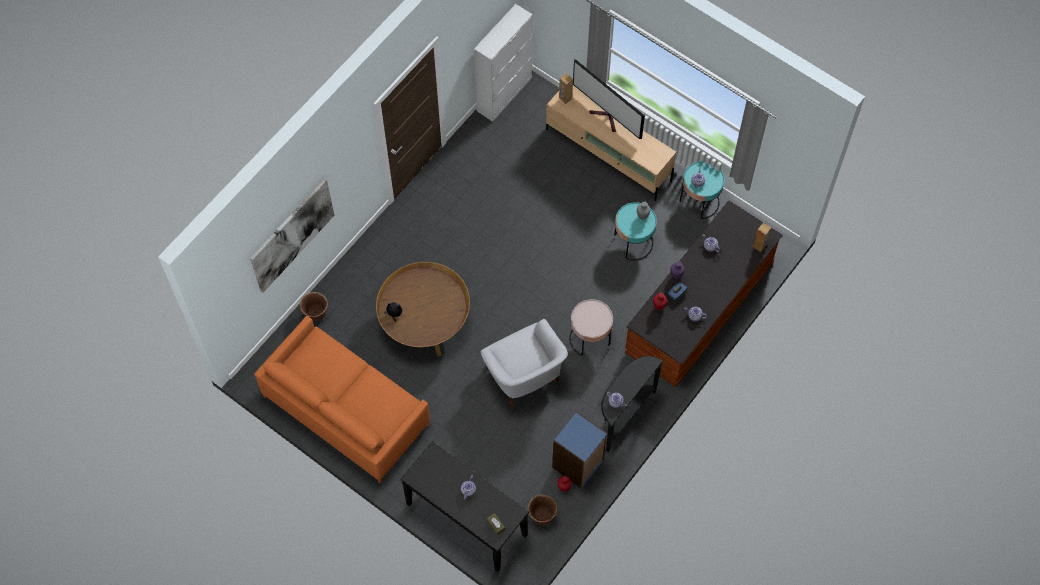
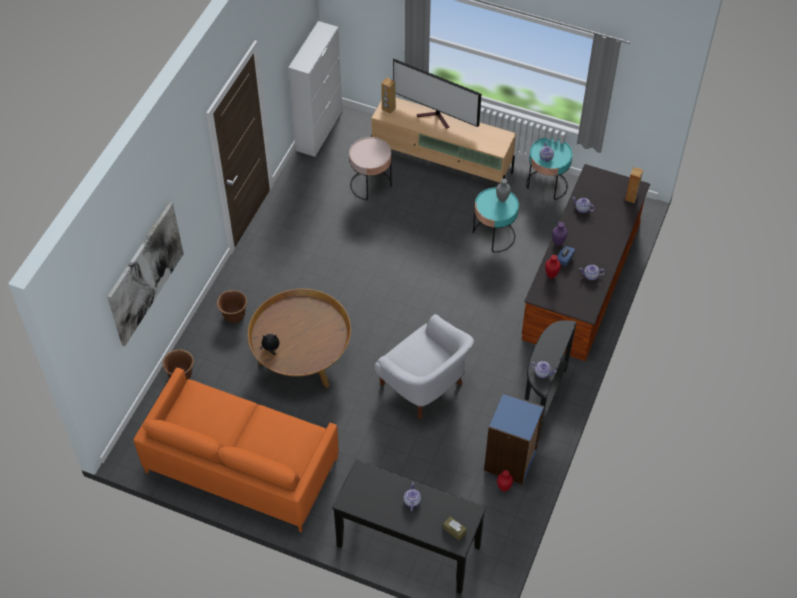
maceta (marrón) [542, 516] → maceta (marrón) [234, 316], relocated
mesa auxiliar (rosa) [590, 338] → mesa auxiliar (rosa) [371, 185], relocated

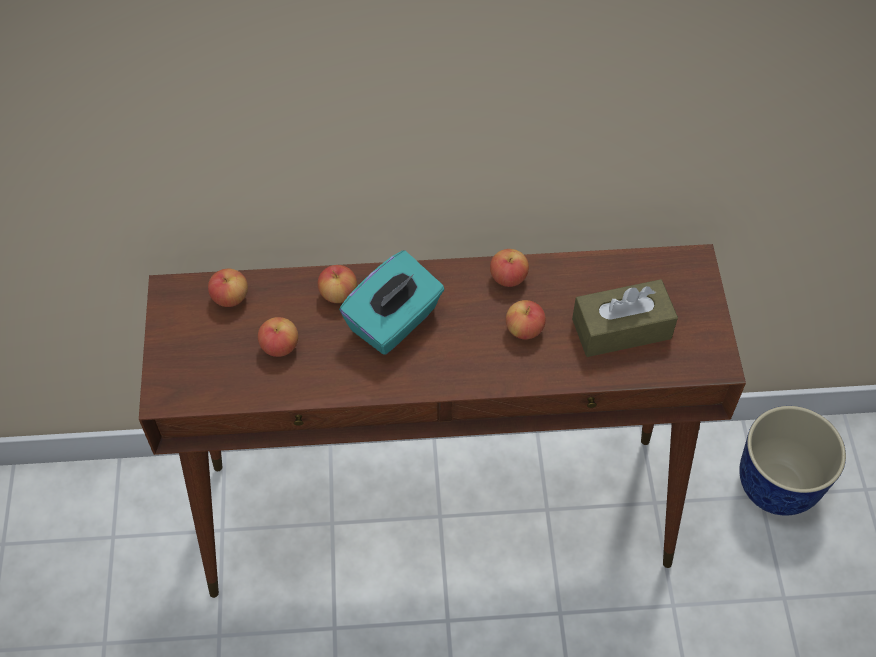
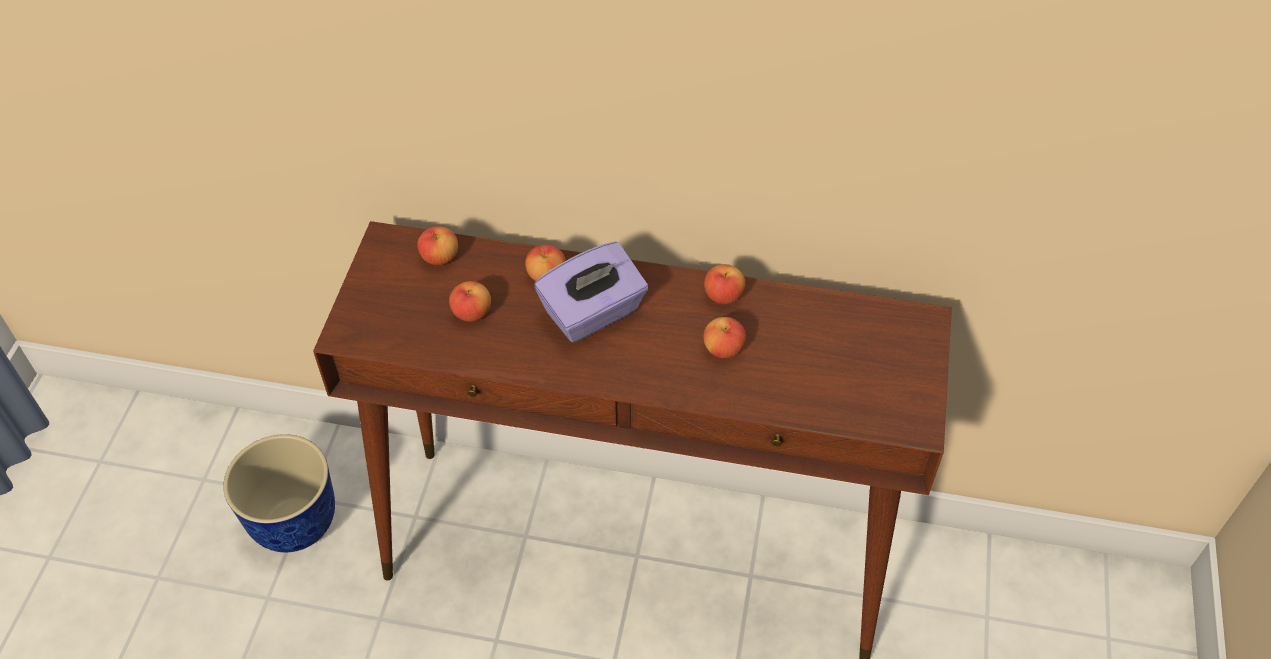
caja de pañuelos (marrón) [621, 329] → -
maceta [776, 487] → maceta [294, 524], relocated
caja de pañuelos (turquesa) [394, 321] → caja de pañuelos (morado) [593, 313]

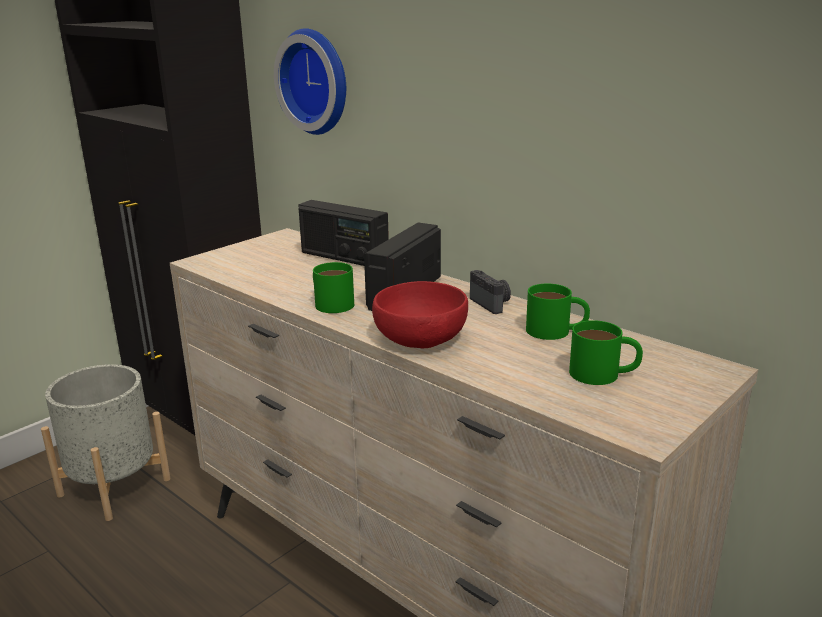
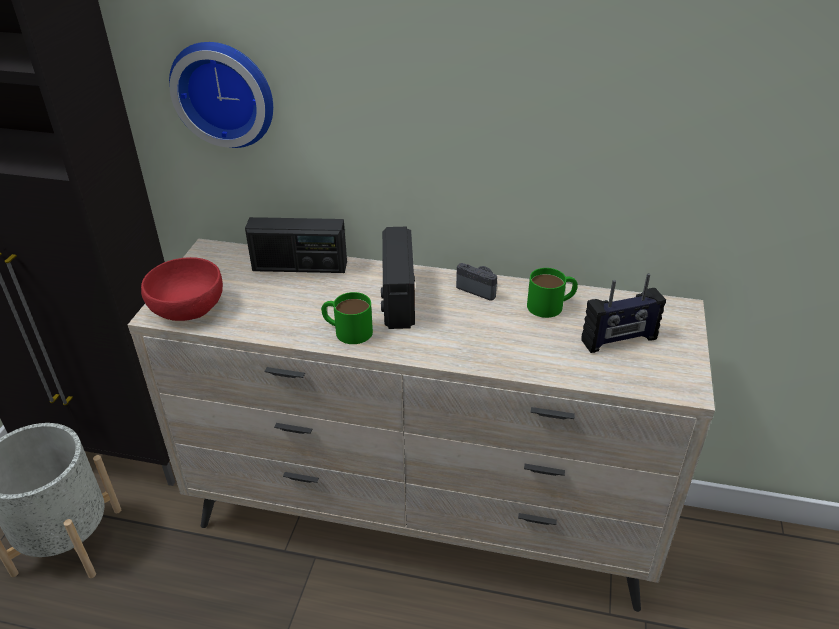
cuenco (rojo) [421, 337] → cuenco (rojo) [188, 306], relocated
taza grande (verde) [604, 374] → radio [619, 340]

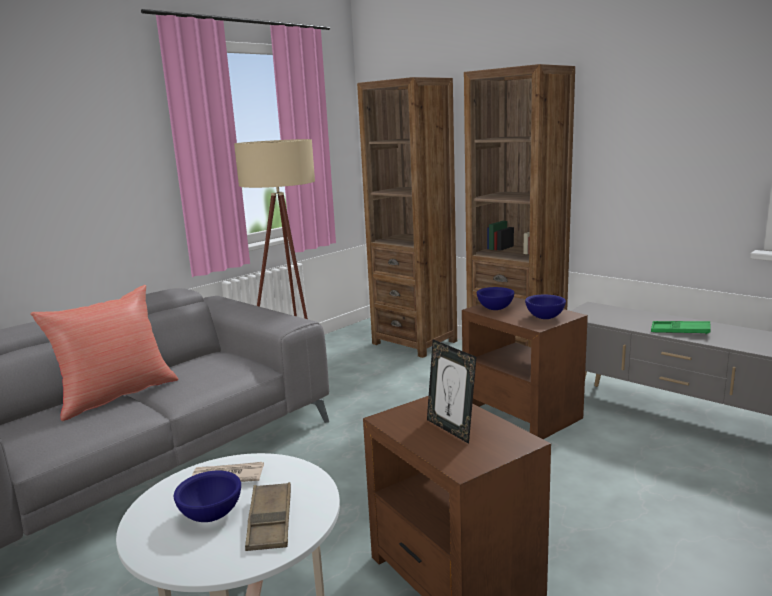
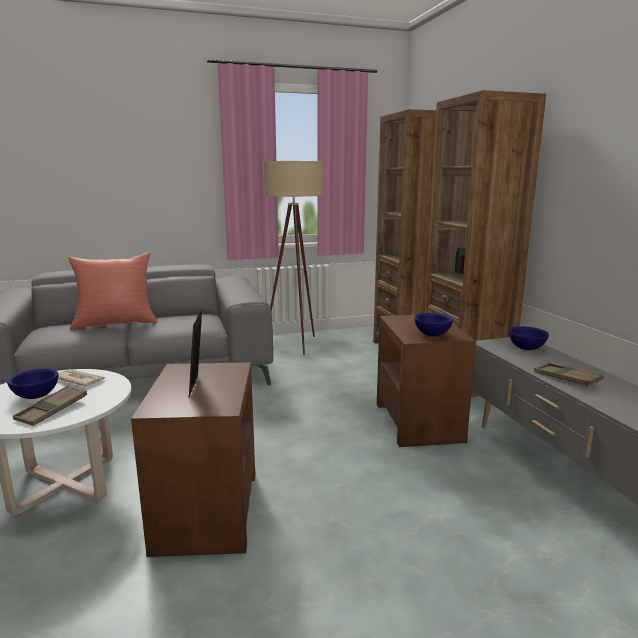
cuenco (azul) [495, 308] → cuenco (azul) [526, 348], relocated
bandeja (verde) [680, 331] → bandeja (marrón) [566, 378]

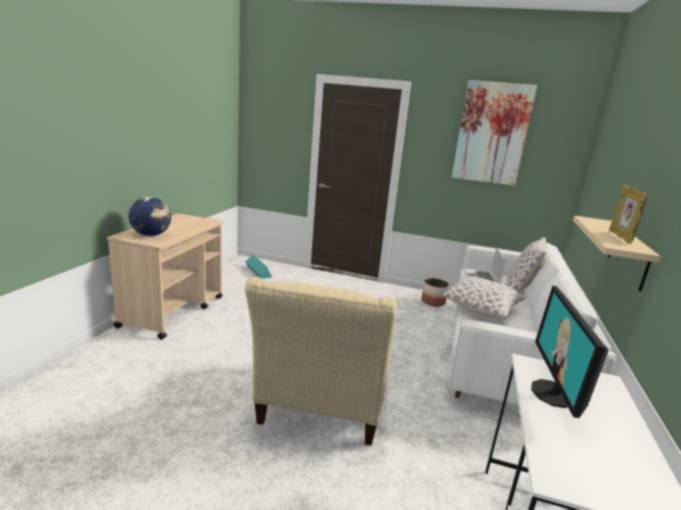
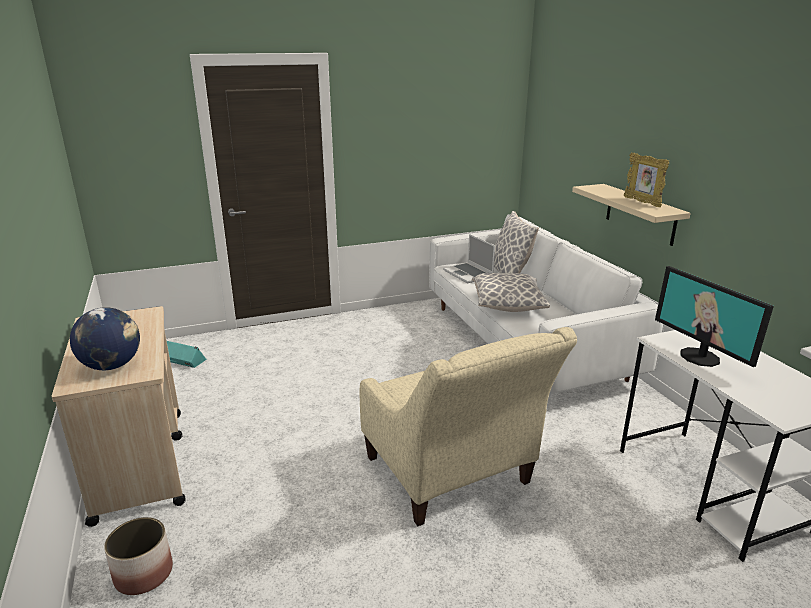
cuadro [492, 133] → -
maceta [433, 302] → maceta [144, 573], relocated

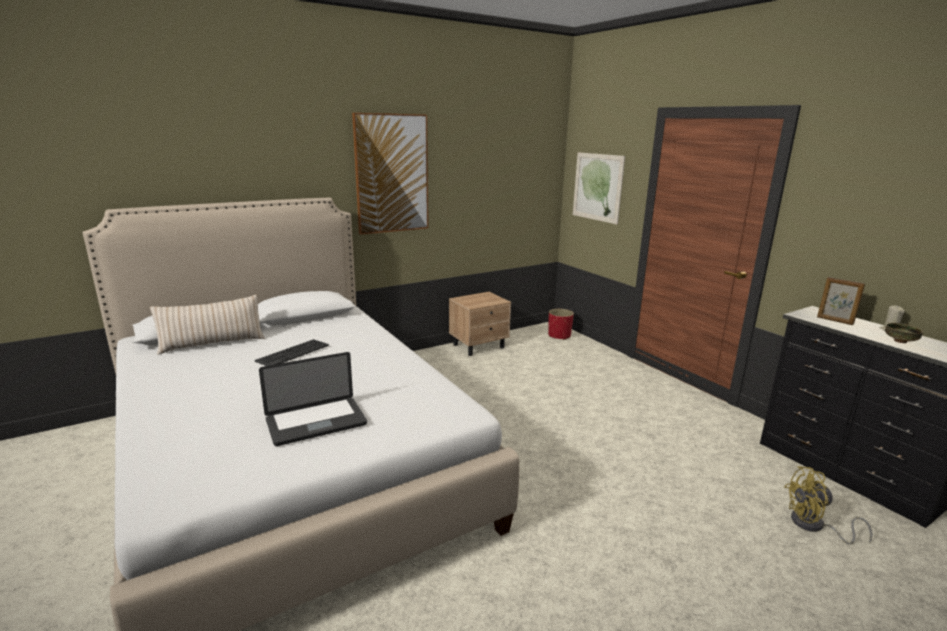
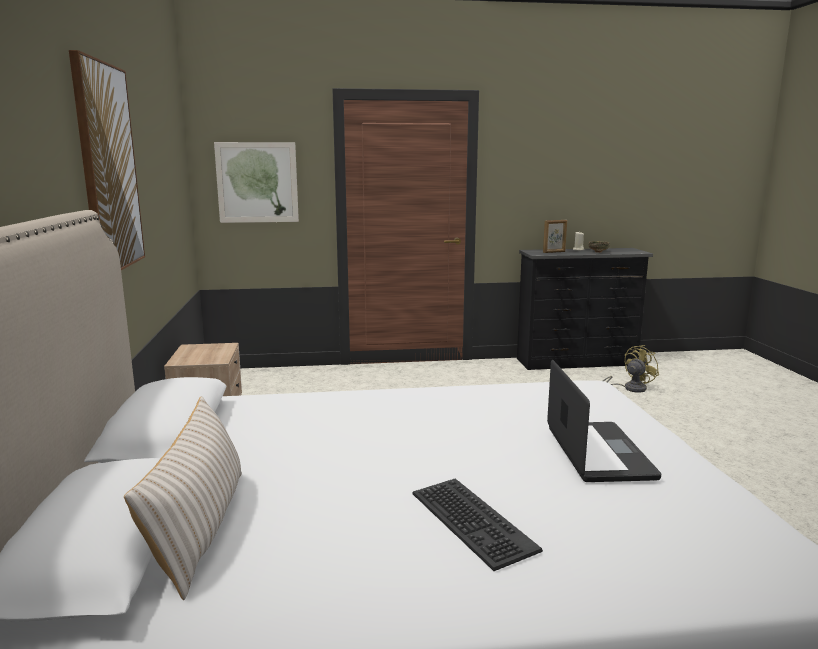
maceta (rojo) [559, 336] → -
teclado [292, 353] → teclado [470, 522], relocated
ventilador (amarillo) [814, 526] → ventilador (amarillo) [630, 388], 150 degrees counterclockwise

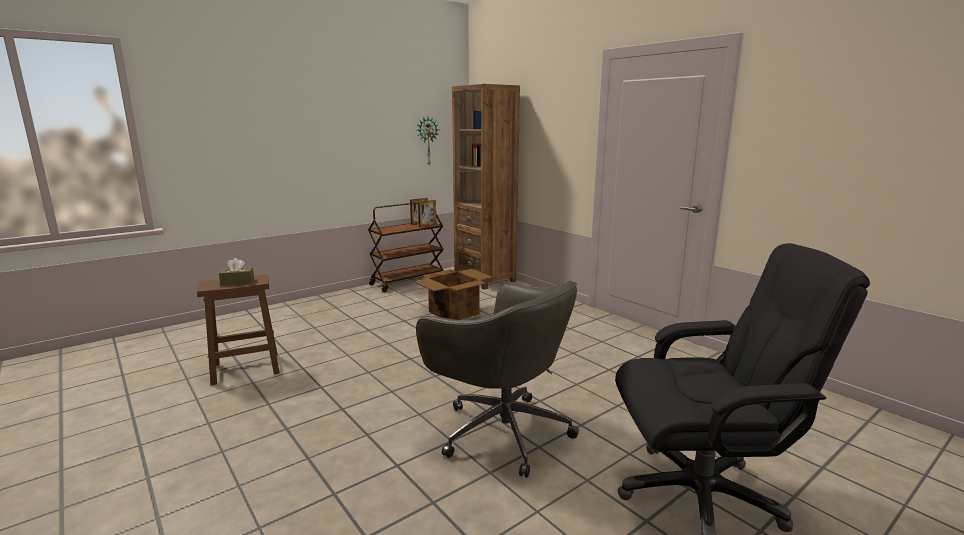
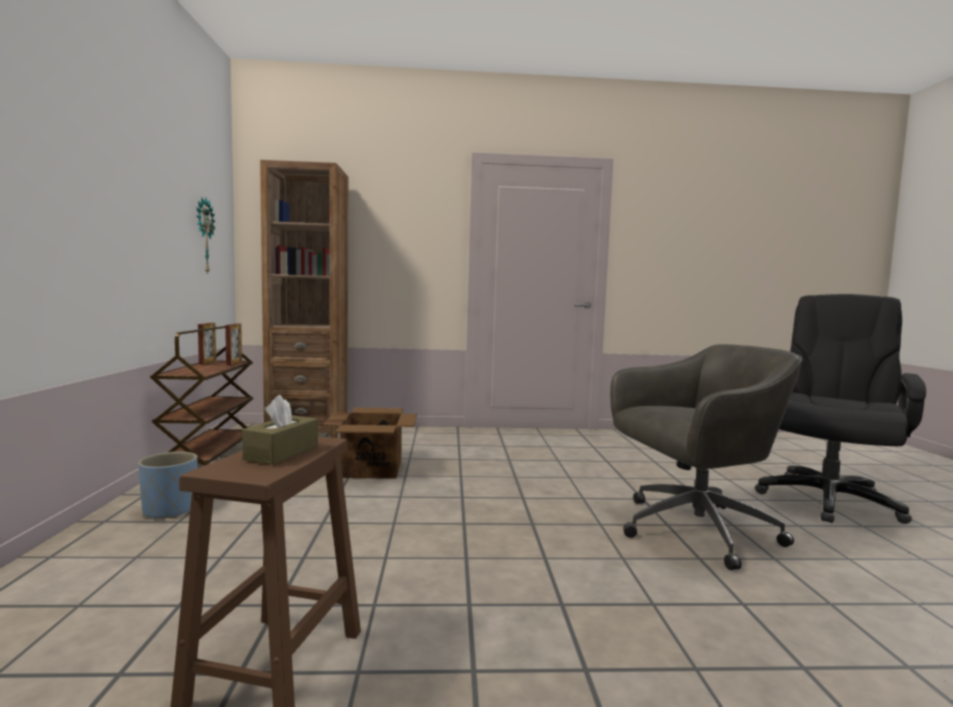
- → maceta (azul) [170, 510]

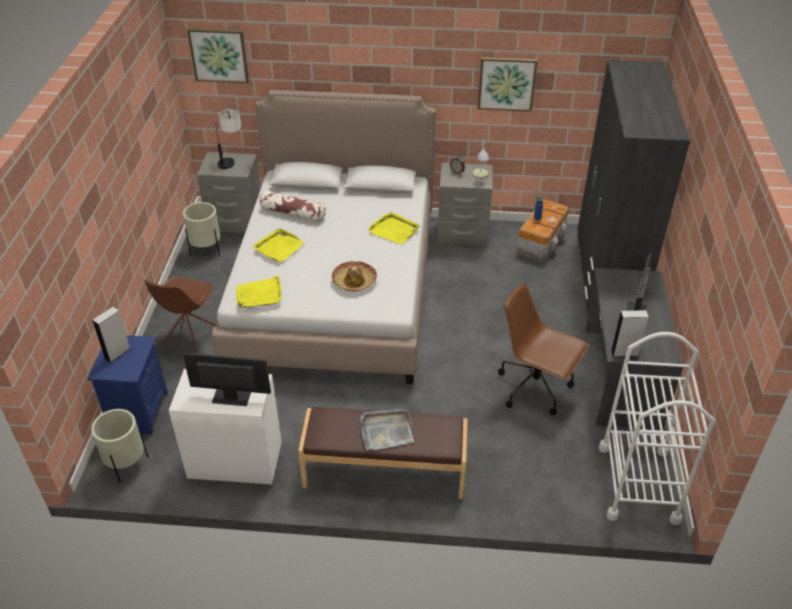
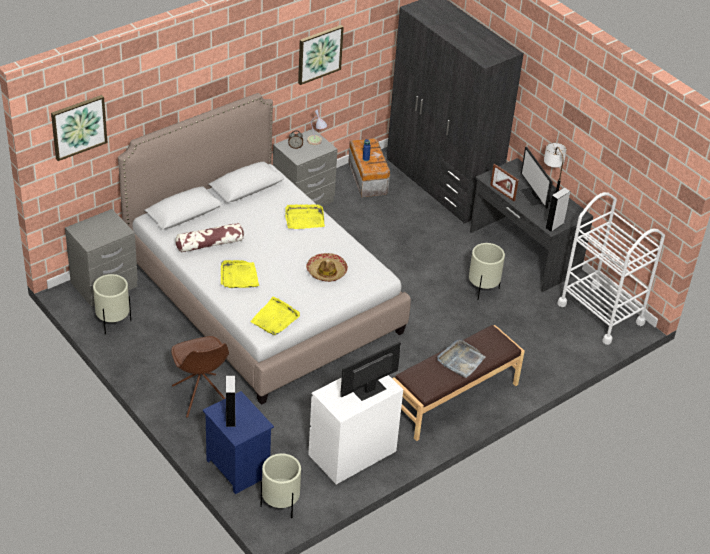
- → portarretratos [502, 193]
lámpara de mesa [231, 160] → lámpara de mesa [550, 192], relocated
silla de oficina (marrón) [535, 388] → maceta (beis) [482, 289]

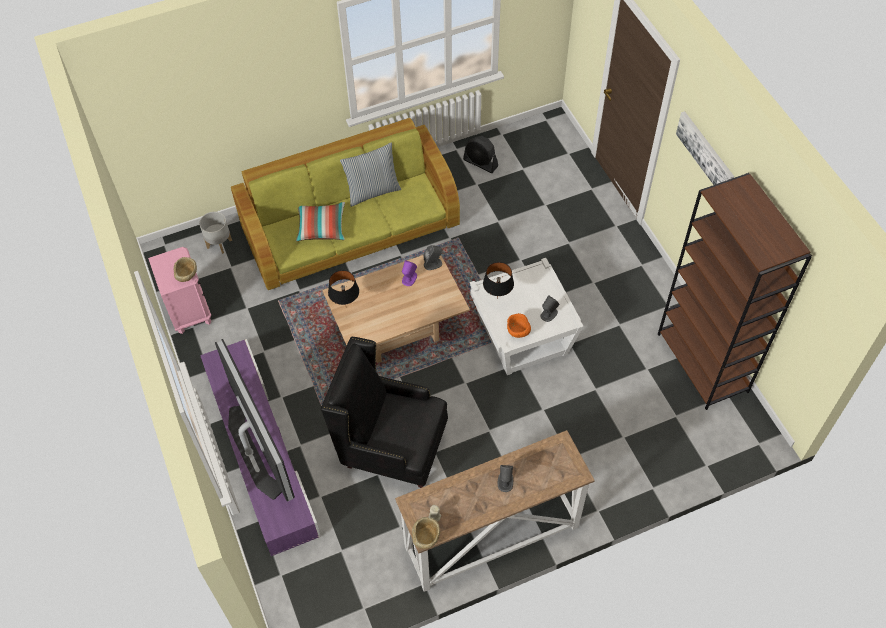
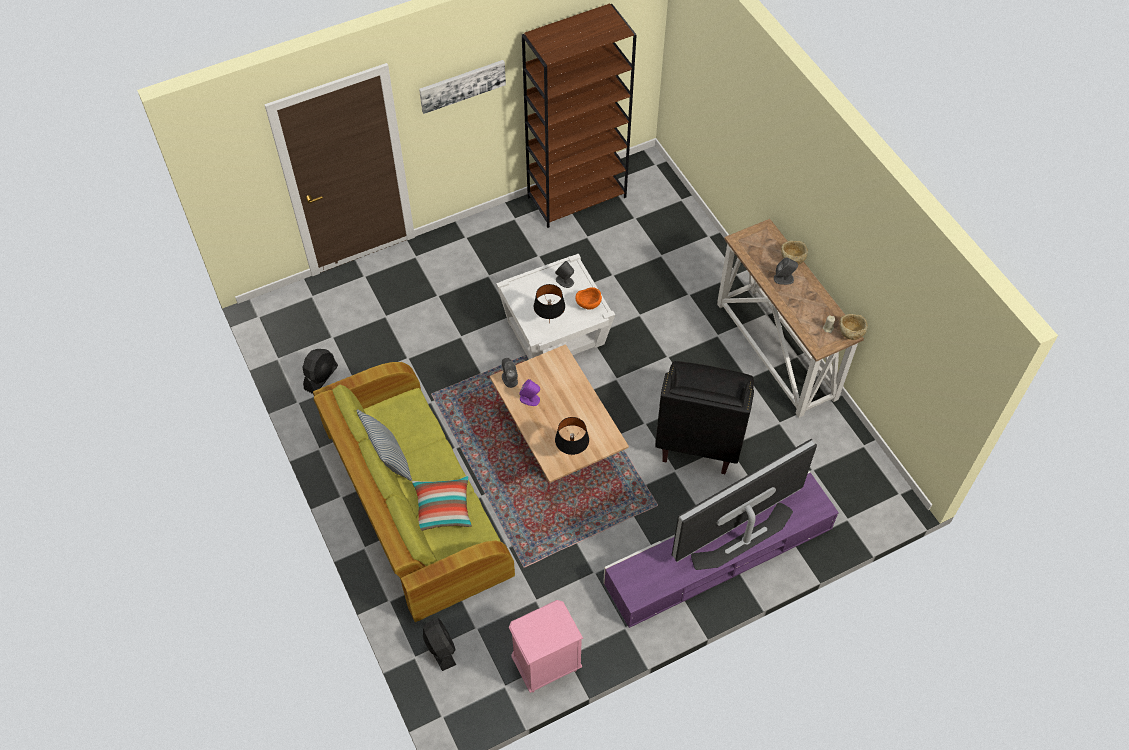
cuenco (beis) [187, 276] → cuenco (beis) [792, 259], relocated
maceta (gris) [219, 243] → ventilador (negro) [440, 648]

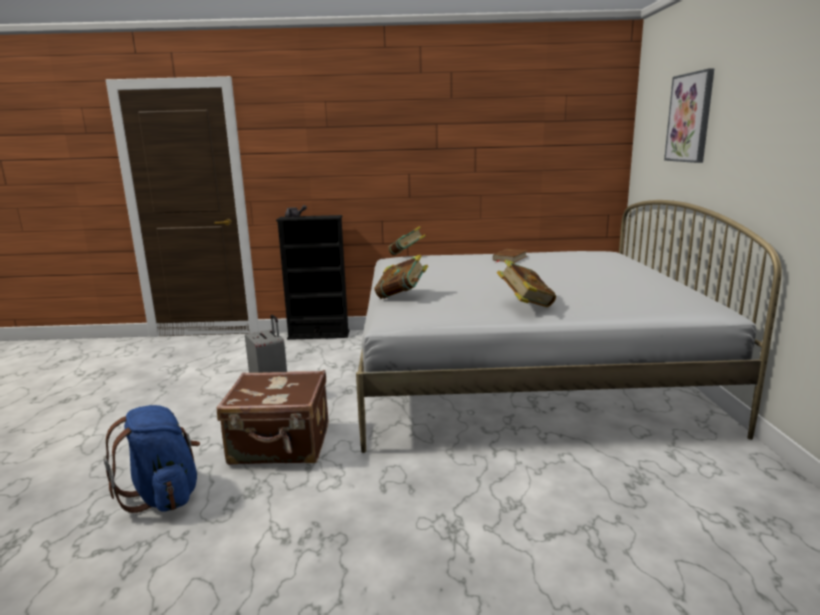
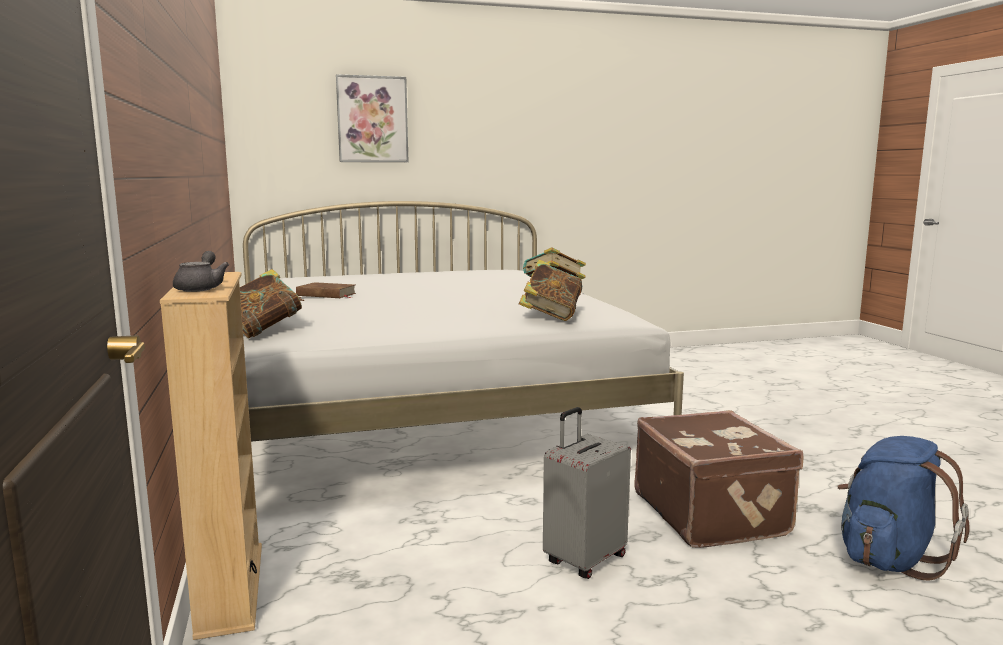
estantería (negro) [318, 335] → estantería (beis) [230, 588]

